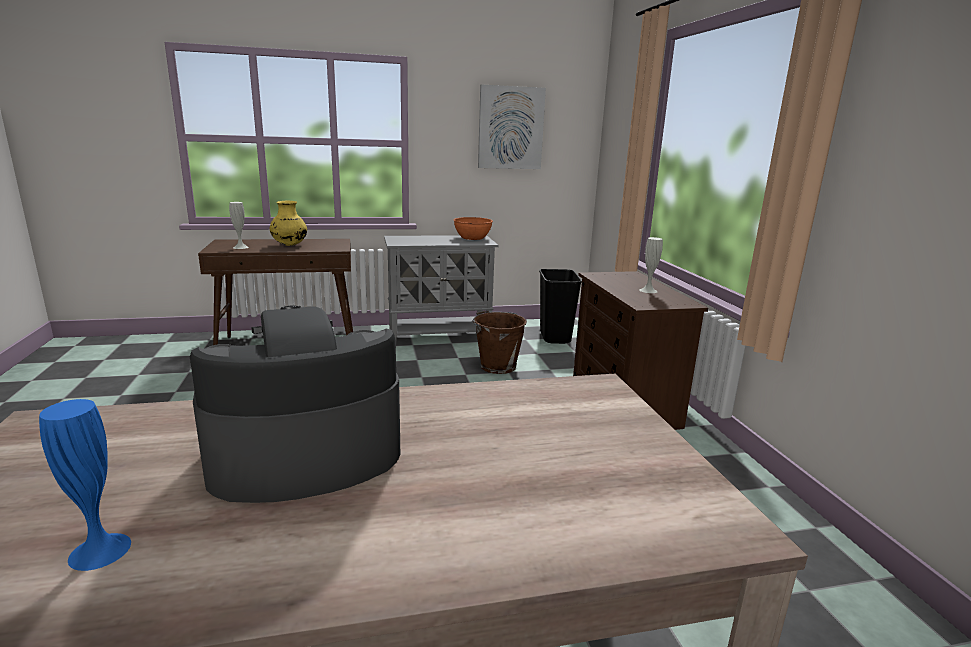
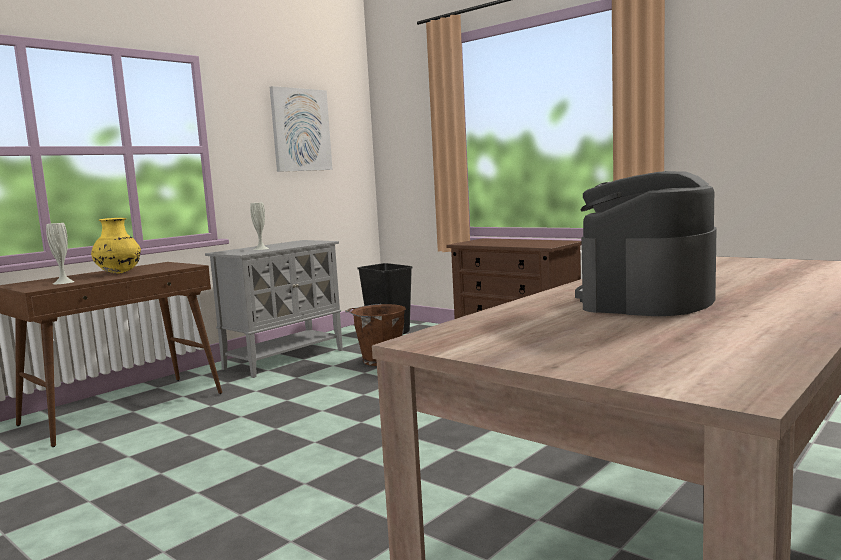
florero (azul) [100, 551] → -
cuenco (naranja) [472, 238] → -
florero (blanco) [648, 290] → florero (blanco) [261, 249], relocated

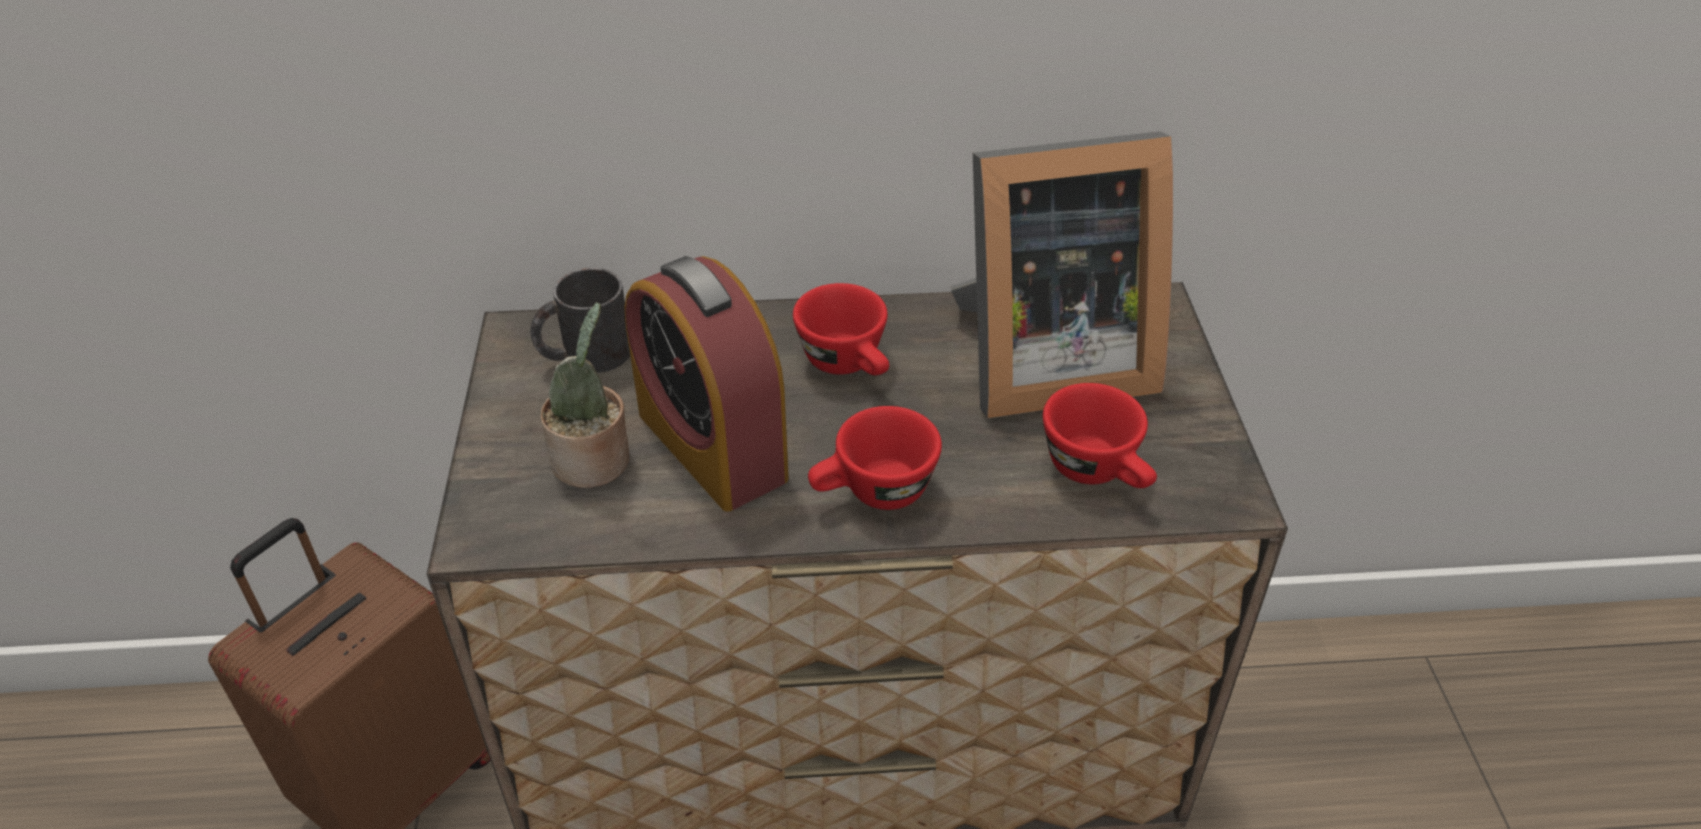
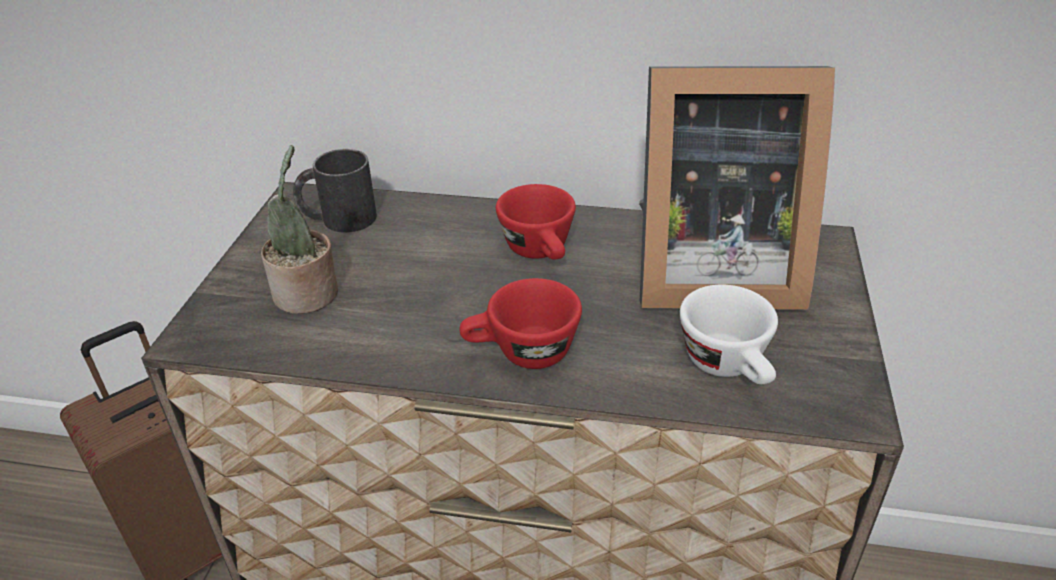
despertador [712, 446] → -
taza (rojo) [1099, 471] → taza (blanco) [730, 367]

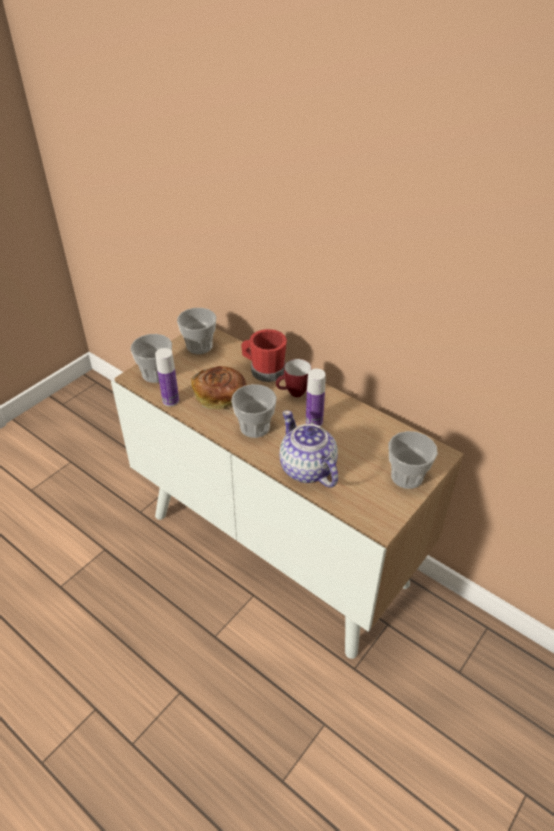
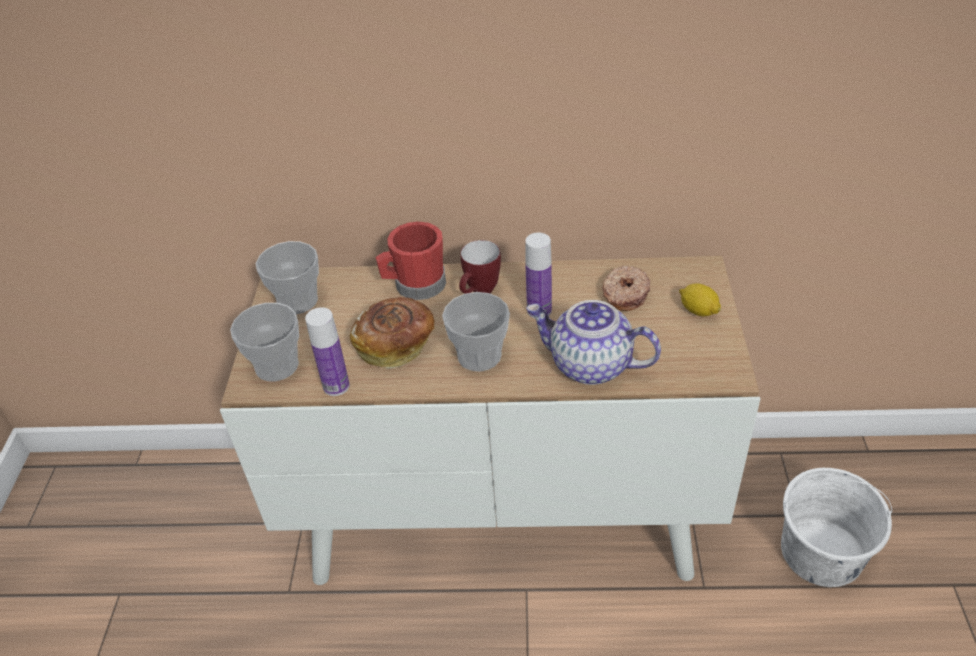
- → rosquilla [624, 294]
- → cubo (blanco) [822, 552]
taza [407, 476] → limón [698, 310]

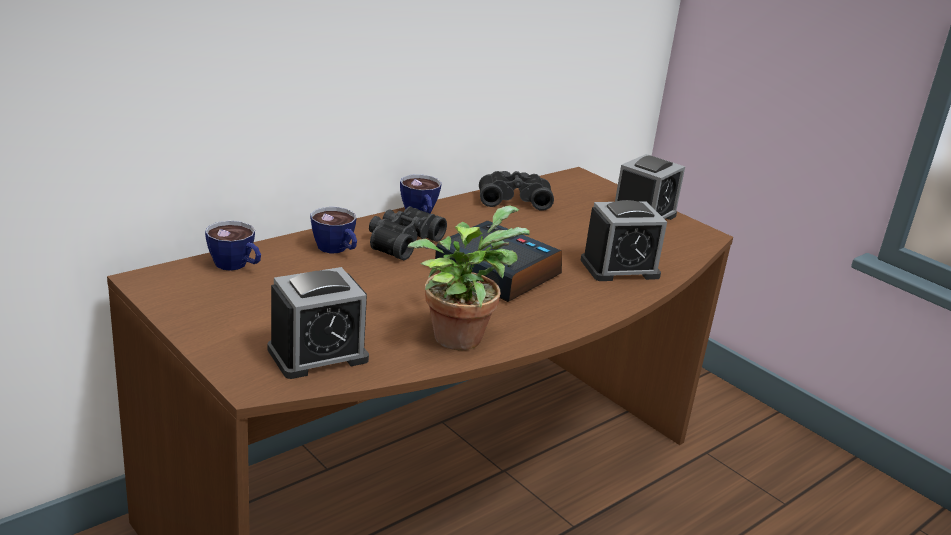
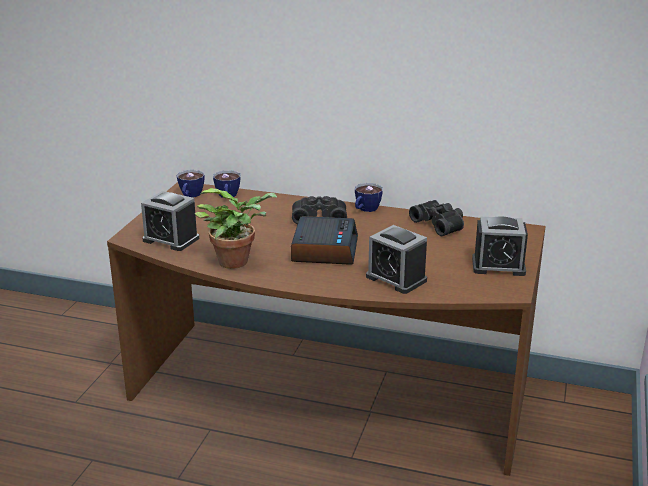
taza [337, 250] → taza [190, 196], relocated

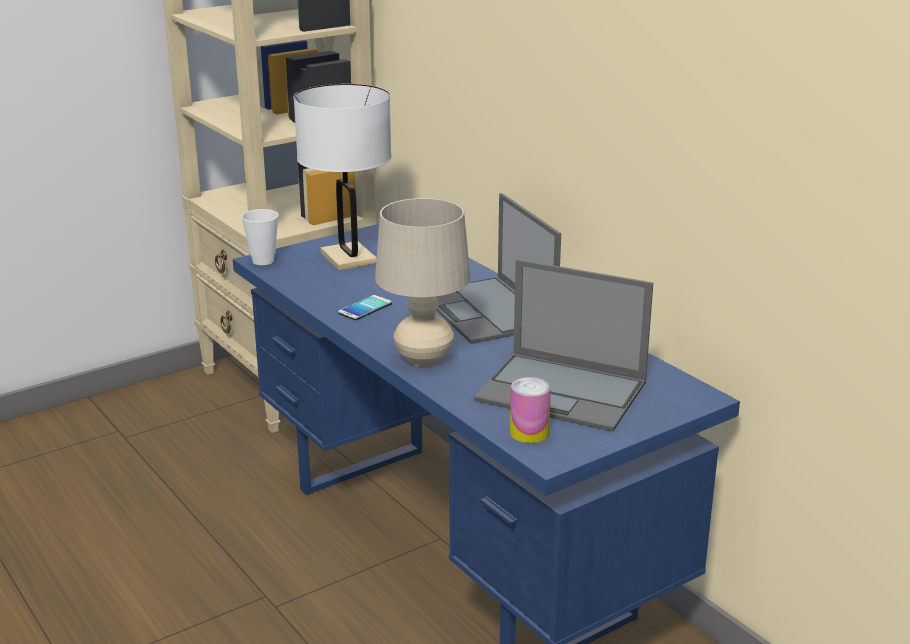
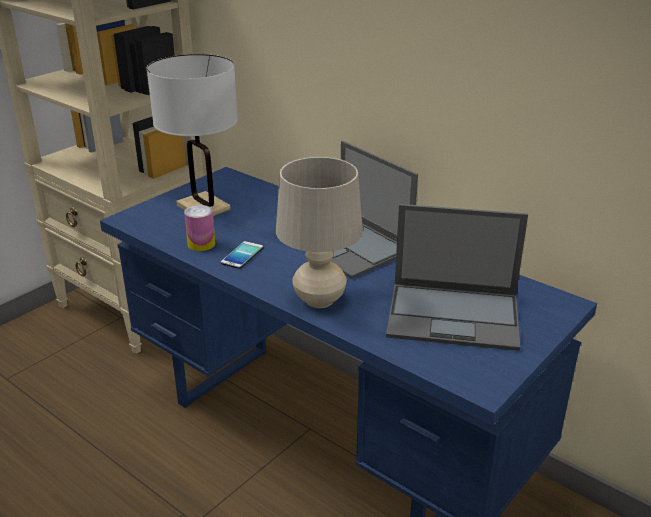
taza [263, 261] → -
lata [529, 432] → lata [201, 244], relocated

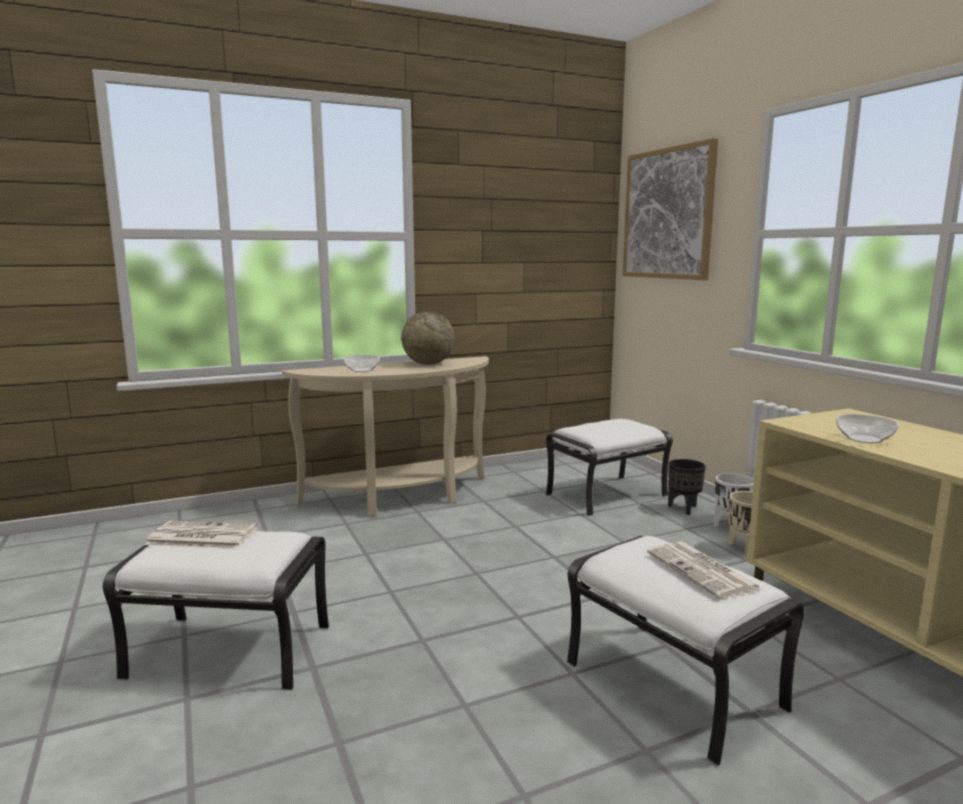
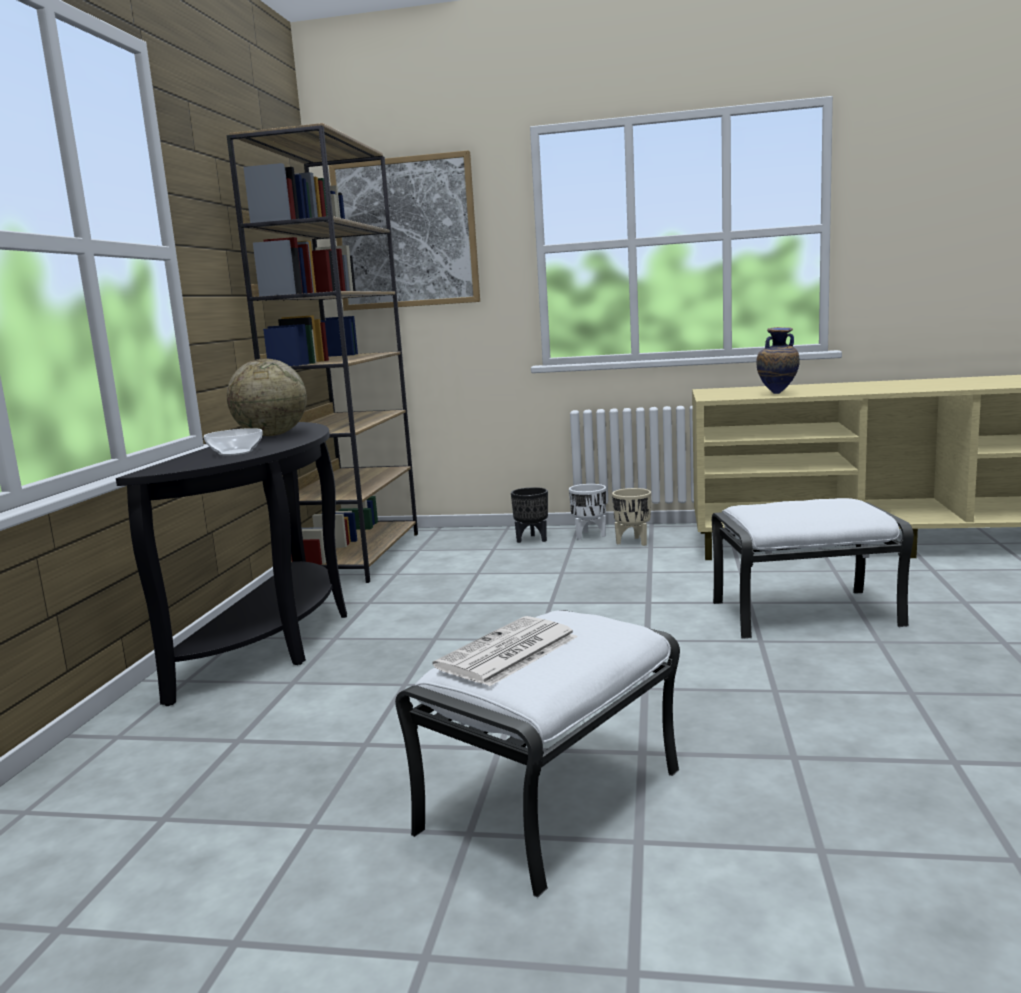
puf (blanco) [606, 494] → -
periódico [703, 571] → -
- → estantería (marrón) [355, 556]
cuenco [863, 439] → florero [777, 394]
mesa consola (beis) [402, 499] → mesa consola (negro) [280, 639]

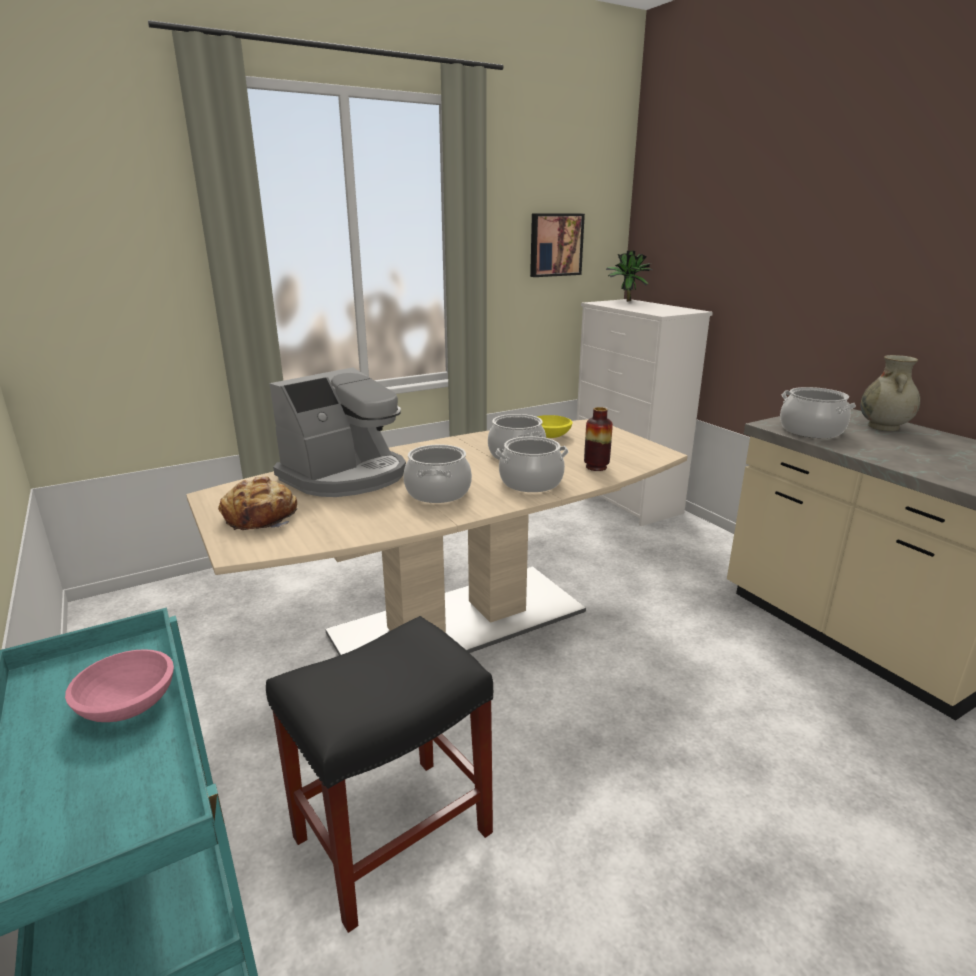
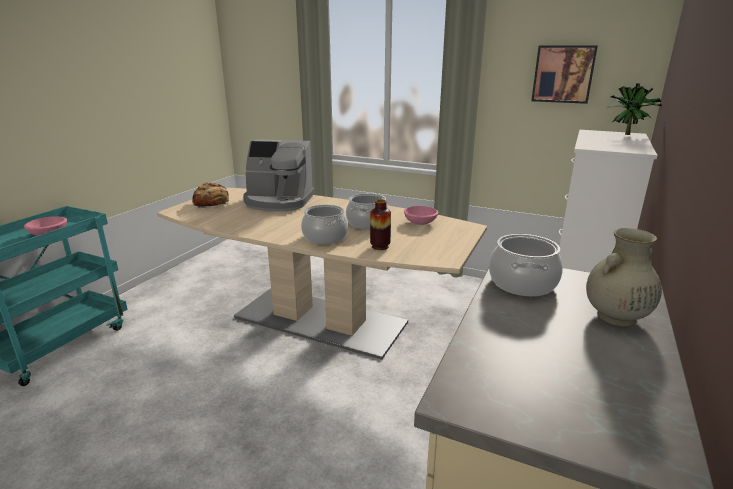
taburete (negro) [391, 837] → -
olla [437, 492] → -
cuenco (amarillo) [550, 435] → cuenco (rosa) [420, 222]

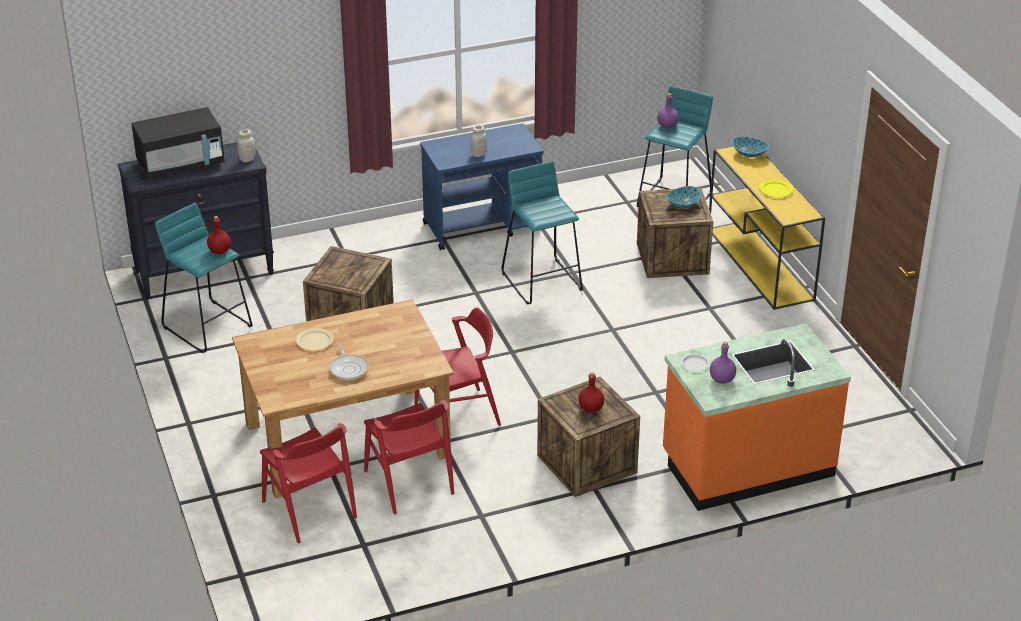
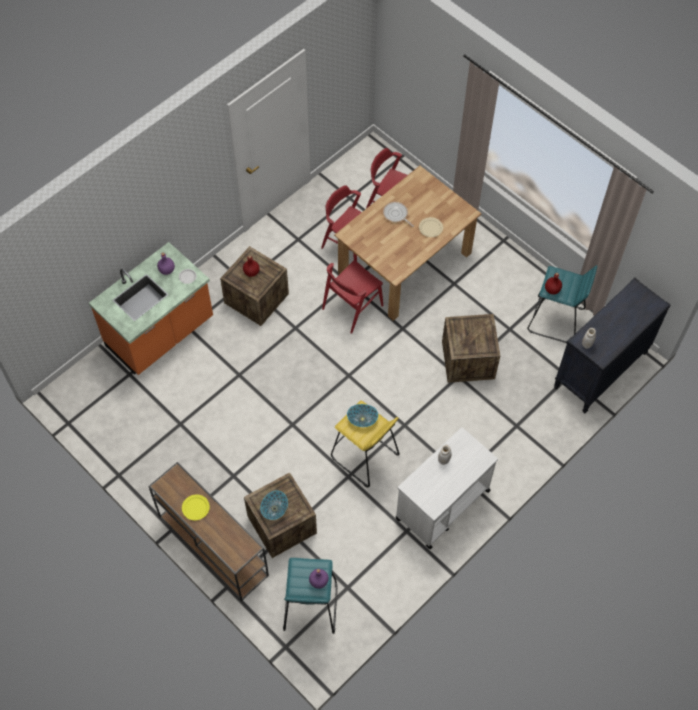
microondas (negro) [181, 164] → -
cuenco [749, 154] → cuenco [362, 419], relocated
carrito (azul) [483, 226] → carrito (blanco) [442, 505]
taburete (turquesa) [542, 281] → taburete (amarillo) [364, 457]
mesa consola (amarillo) [761, 264] → mesa consola (marrón) [212, 545]

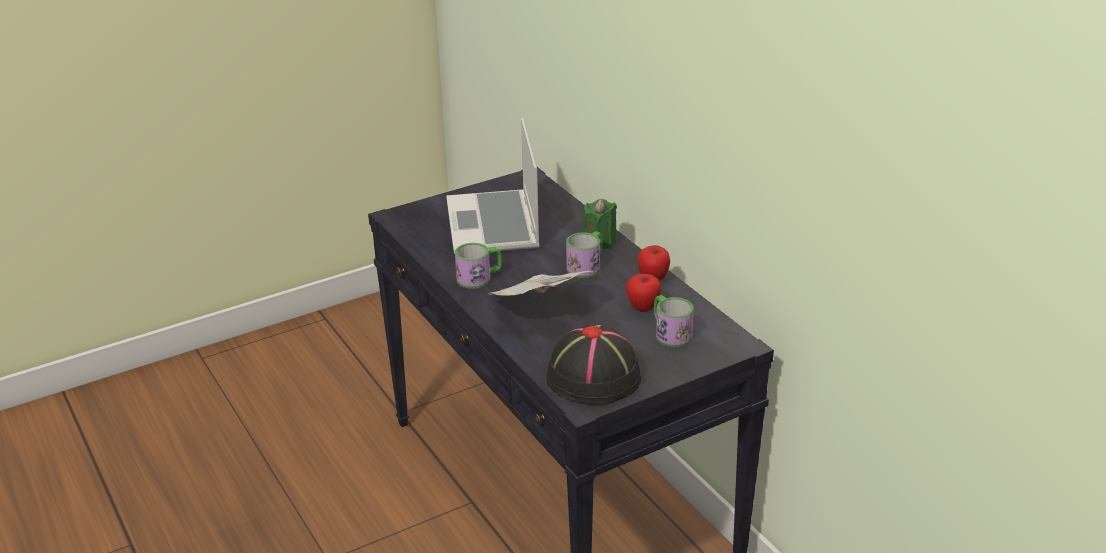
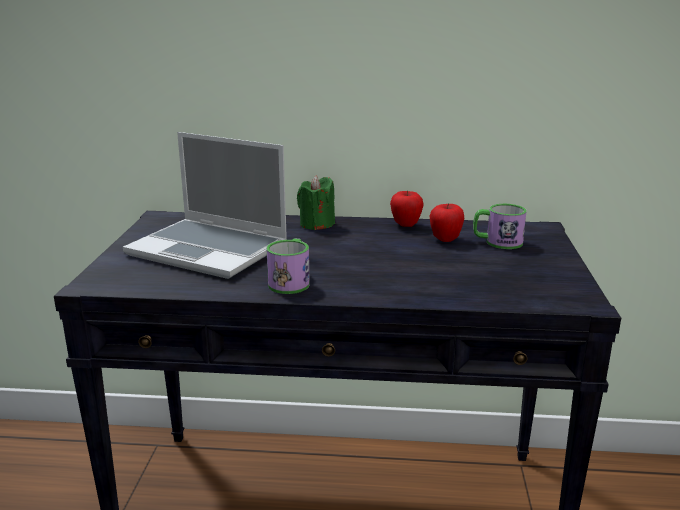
periódico [540, 307] → -
sombrero (negro) [594, 378] → -
taza grande [587, 266] → -

